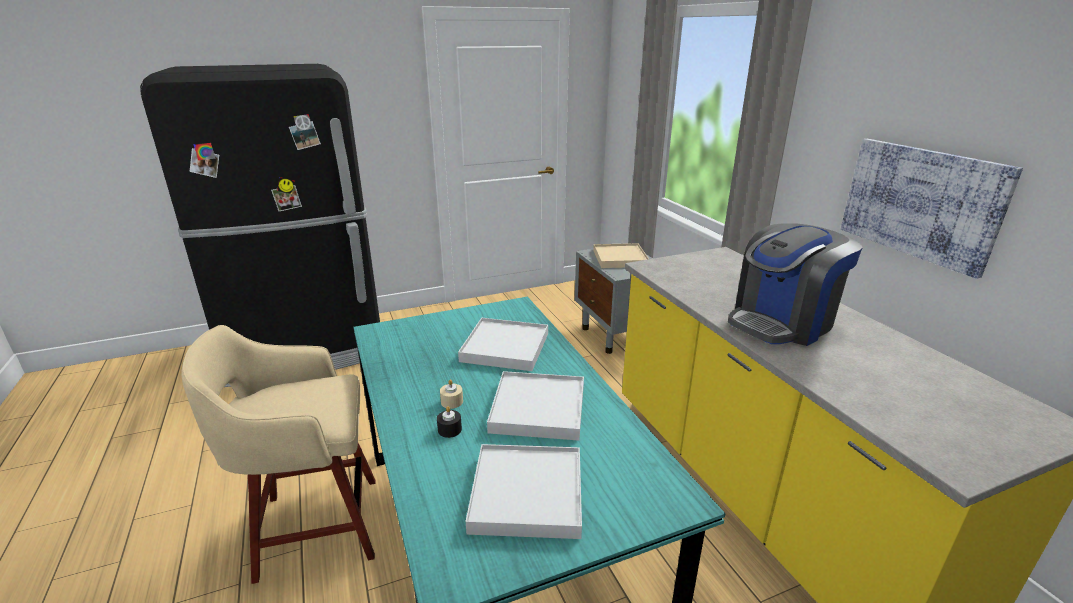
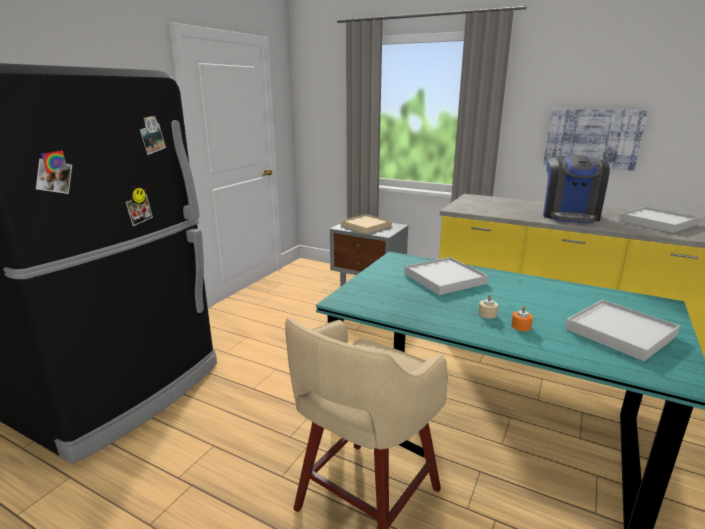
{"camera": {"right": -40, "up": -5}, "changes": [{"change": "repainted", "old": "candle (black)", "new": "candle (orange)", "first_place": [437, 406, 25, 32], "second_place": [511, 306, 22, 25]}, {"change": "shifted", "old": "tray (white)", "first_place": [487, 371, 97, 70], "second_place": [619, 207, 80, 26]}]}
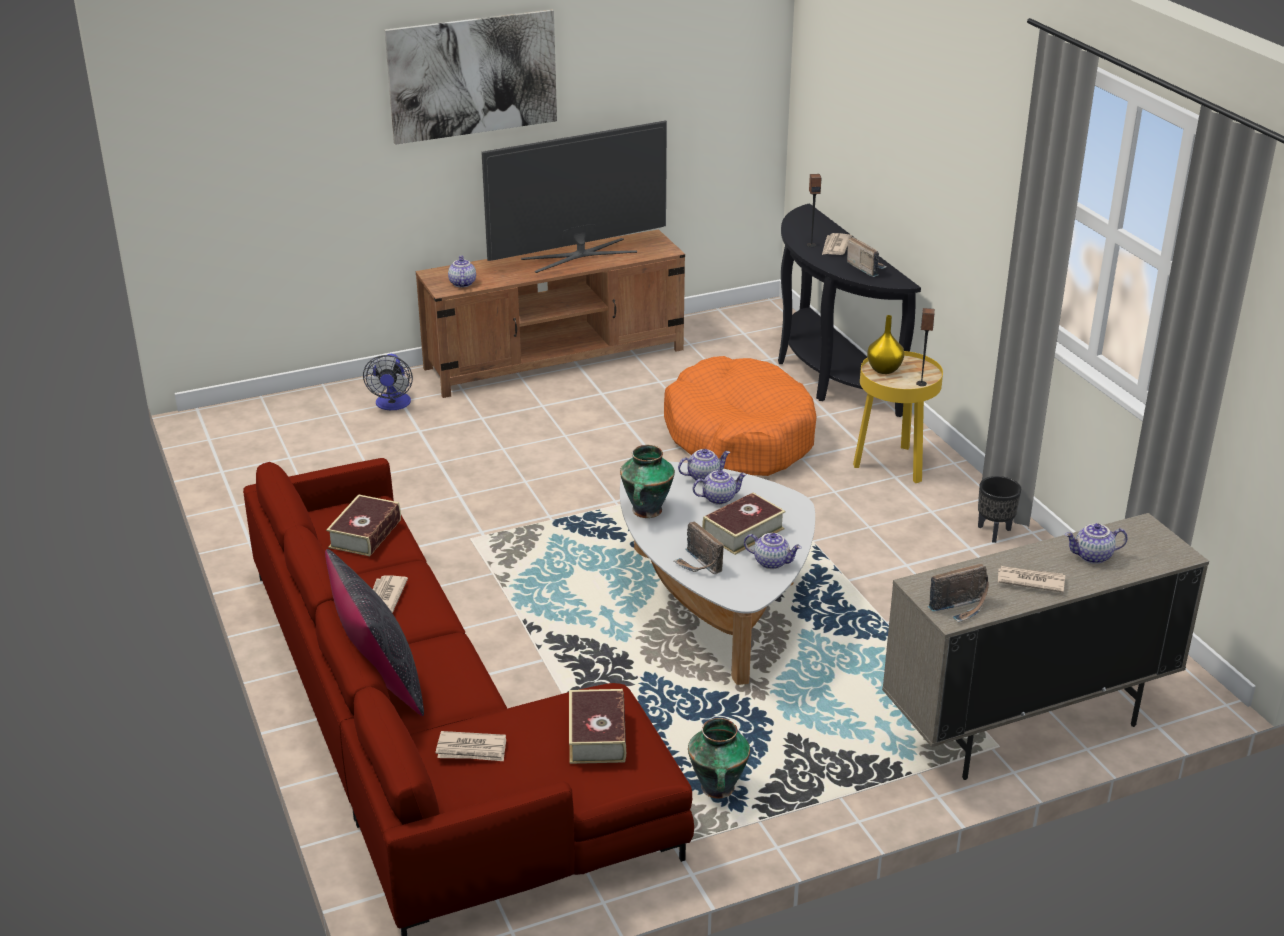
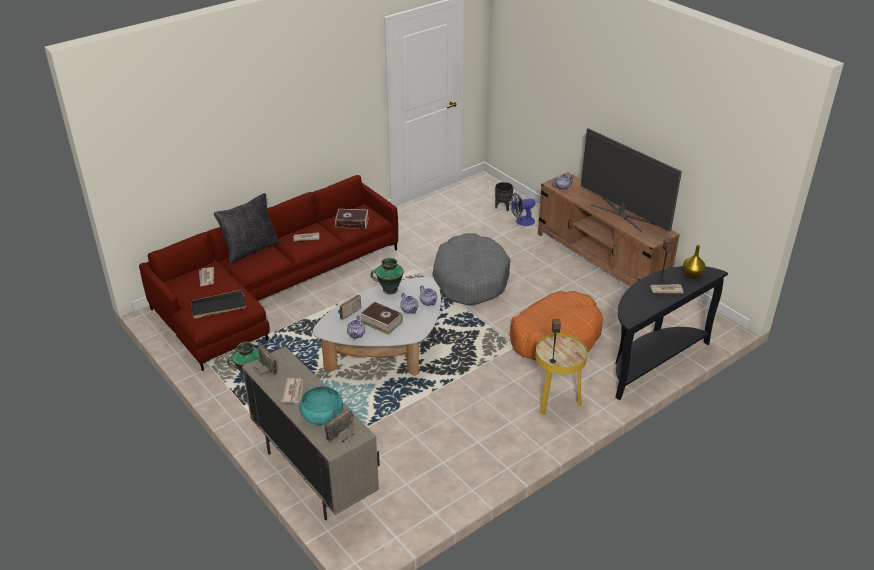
{"camera": {"right": 75, "up": 5}, "changes": [{"change": "swapped", "old": "book", "new": "tray (black)", "first_place": [569, 689, 57, 75], "second_place": [191, 290, 55, 29]}, {"change": "swapped", "old": "teapot", "new": "bowl (turquoise)", "first_place": [1065, 523, 63, 41], "second_place": [299, 386, 44, 39]}, {"change": "shifted", "old": "radio", "first_place": [847, 237, 40, 40], "second_place": [325, 408, 30, 37]}, {"change": "new", "new": "dog bed (grey)", "second_place": [432, 233, 78, 73]}, {"change": "shifted", "old": "planter (black)", "first_place": [978, 476, 43, 67], "second_place": [495, 182, 18, 29]}, {"change": "shifted", "old": "vase (yellow)", "first_place": [867, 315, 37, 59], "second_place": [683, 245, 22, 34]}, {"change": "gone", "old": "picture", "first_place": [385, 10, 172, 135]}]}
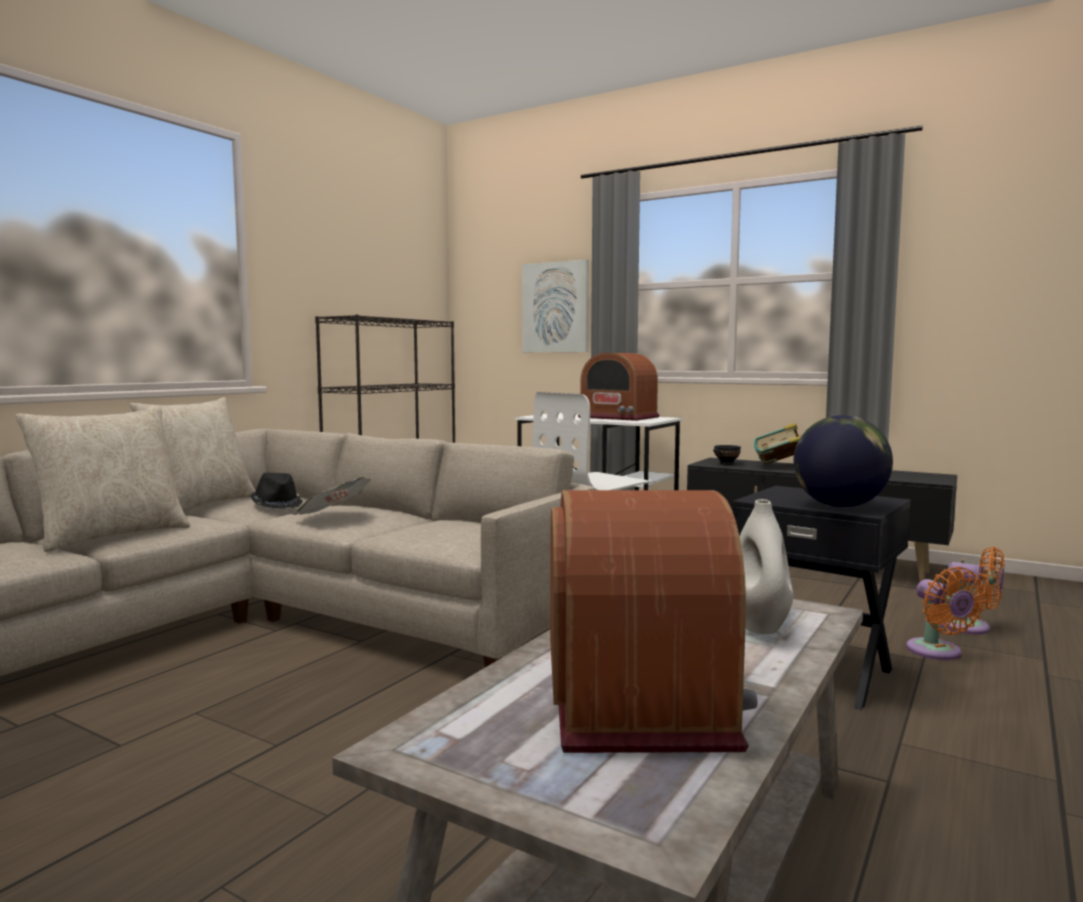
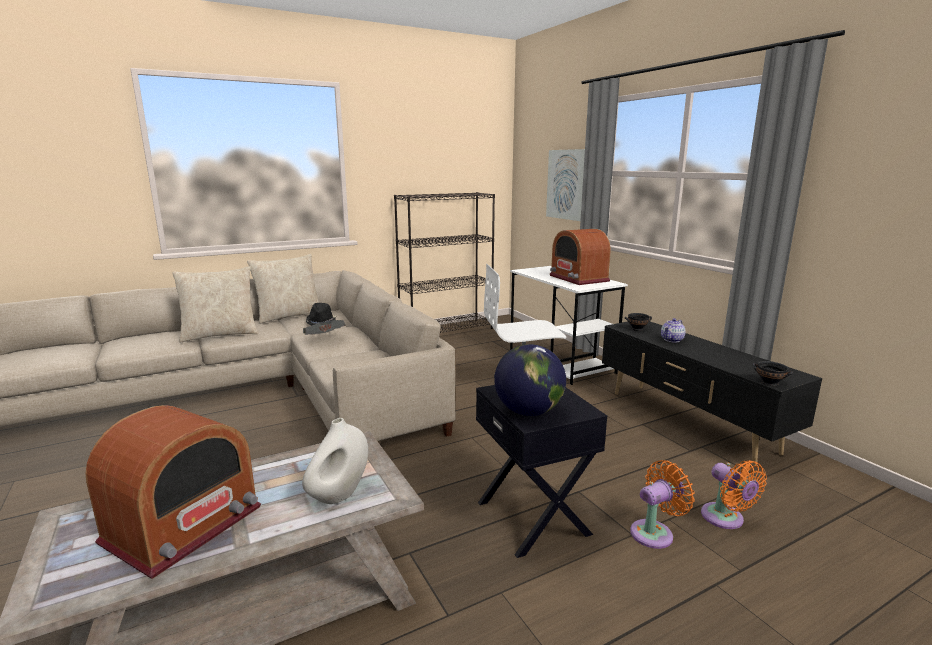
{"camera": {"right": 30, "up": 10}, "changes": [{"change": "rotated", "old": "fan (orange)", "first_place": [906, 567, 80, 93], "second_place": [630, 460, 65, 89], "degrees": -135}, {"change": "swapped", "old": "book", "new": "teapot", "first_place": [754, 423, 47, 41], "second_place": [661, 318, 25, 25]}, {"change": "new", "new": "bowl (black)", "second_place": [752, 361, 42, 25]}]}
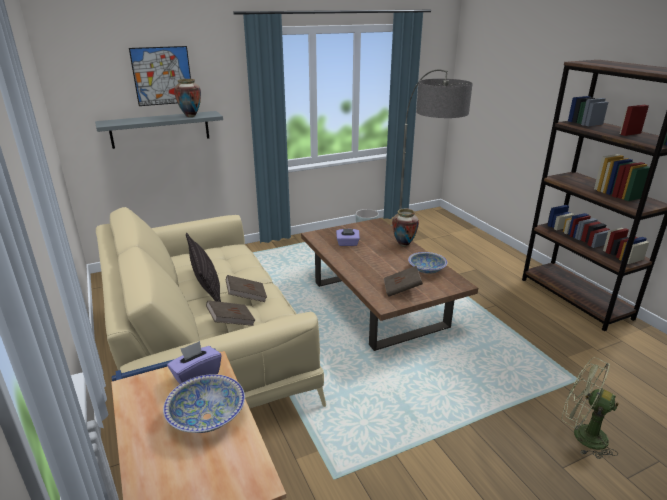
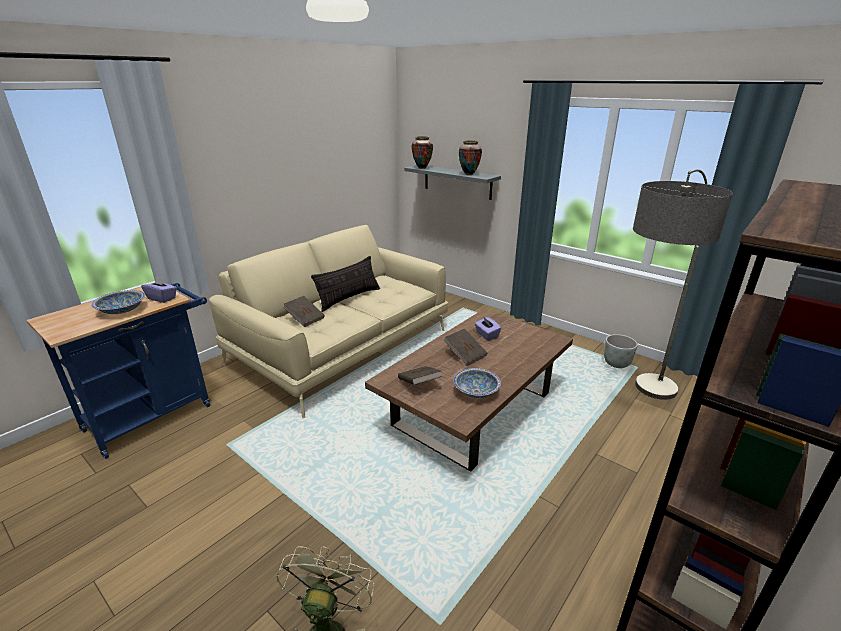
{"camera": {"right": 65, "up": 0}, "changes": [{"change": "shifted", "old": "vase", "first_place": [392, 209, 27, 38], "second_place": [412, 136, 21, 33]}, {"change": "shifted", "old": "book (brown)", "first_place": [226, 275, 41, 27], "second_place": [444, 328, 44, 38]}, {"change": "gone", "old": "picture", "first_place": [129, 46, 62, 60]}]}
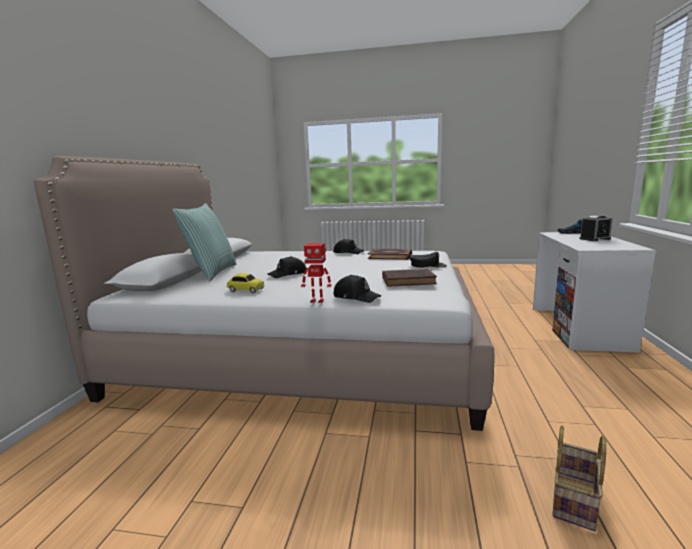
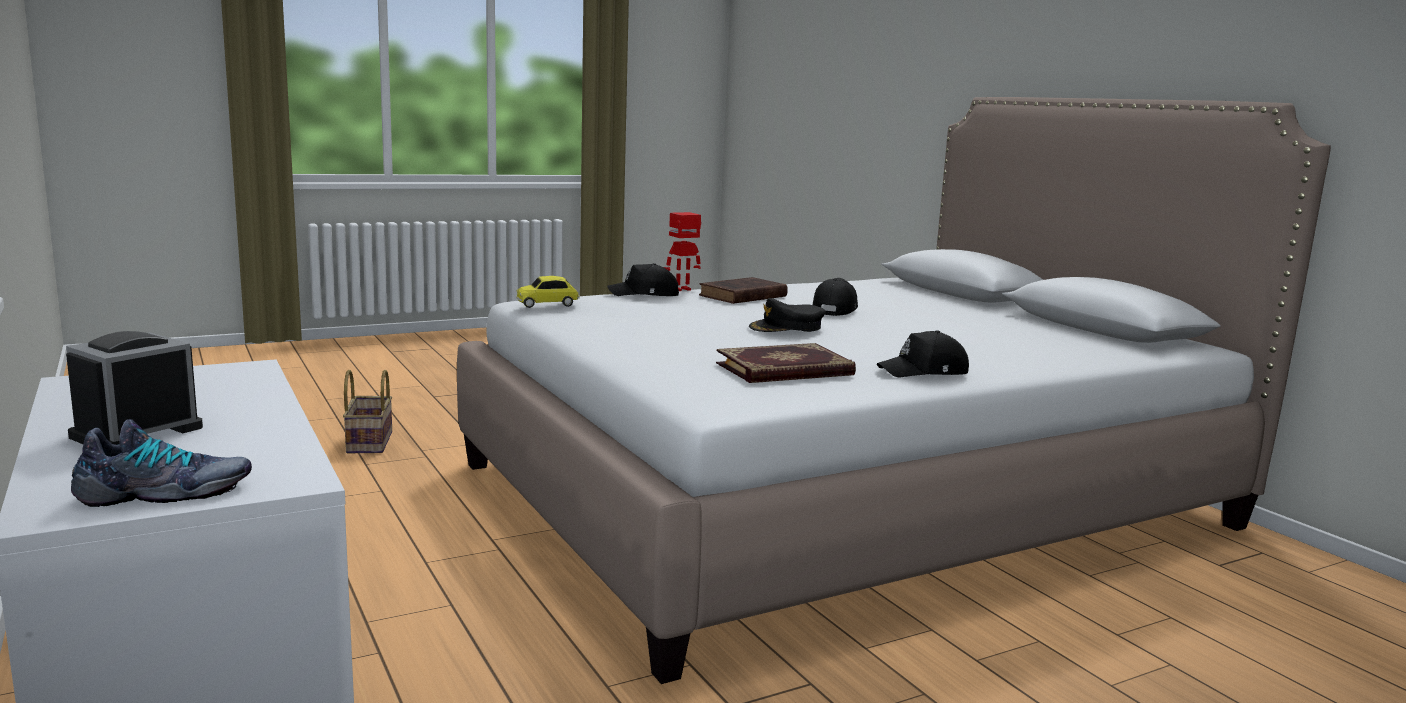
{"camera": {"right": 140, "up": 0}, "changes": [{"change": "shifted", "old": "toy car", "first_place": [227, 273, 37, 20], "second_place": [516, 276, 64, 32]}, {"change": "shifted", "old": "book (brown)", "first_place": [382, 269, 55, 18], "second_place": [699, 277, 89, 27]}, {"change": "shifted", "old": "cap (black)", "first_place": [409, 252, 38, 16], "second_place": [749, 298, 77, 34]}, {"change": "gone", "old": "pillow", "first_place": [172, 203, 65, 78]}]}
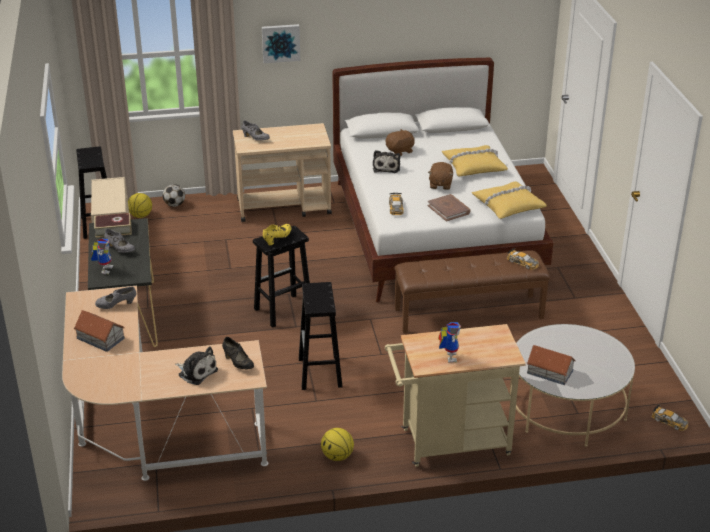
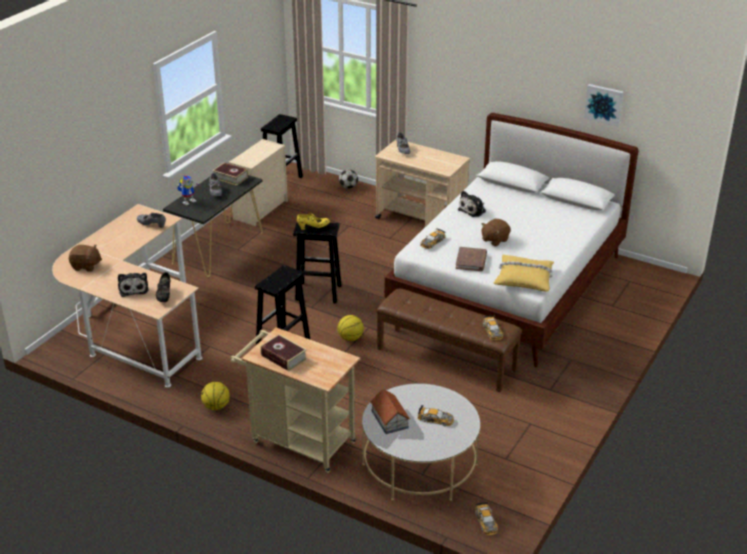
{"camera": {"right": 40, "up": 0}, "changes": [{"change": "shifted", "old": "plush toy (brown)", "first_place": [386, 129, 29, 27], "second_place": [69, 245, 33, 27]}, {"change": "swapped", "old": "toy robot", "new": "book", "first_place": [438, 322, 23, 41], "second_place": [260, 334, 47, 37]}, {"change": "shifted", "old": "basketball", "first_place": [128, 193, 24, 25], "second_place": [337, 315, 27, 26]}, {"change": "new", "new": "toy car", "second_place": [417, 405, 37, 21]}, {"change": "shifted", "old": "picture", "first_place": [262, 24, 38, 39], "second_place": [584, 84, 40, 43]}, {"change": "gone", "old": "toy house", "first_place": [74, 310, 51, 42]}, {"change": "gone", "old": "pillow (yellow)", "first_place": [442, 145, 66, 31]}]}
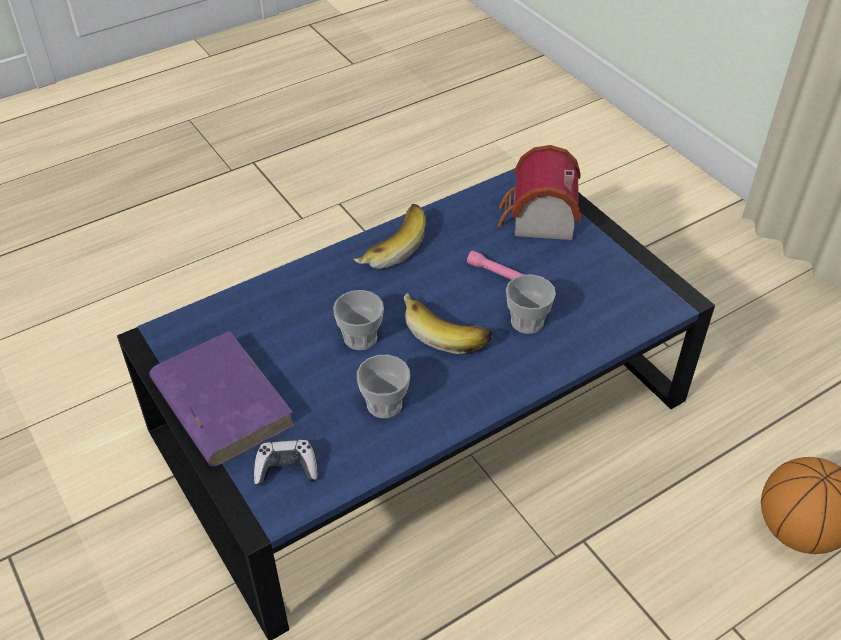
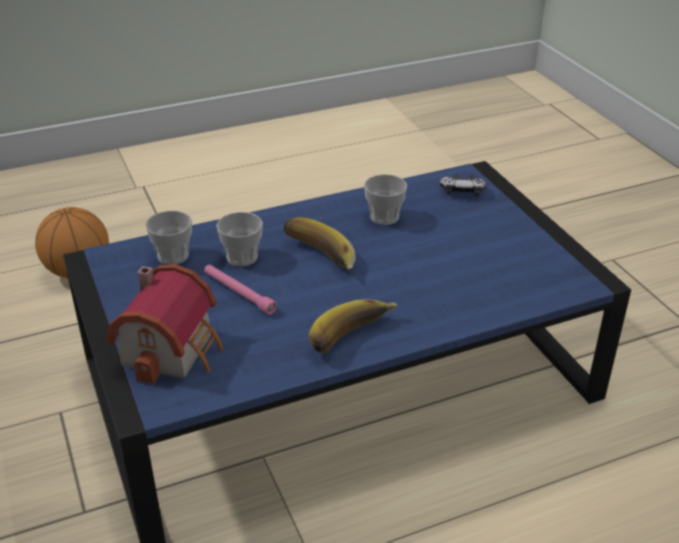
{"camera": {"right": -170, "up": -10}, "changes": [{"change": "shifted", "old": "cup", "first_place": [333, 290, 51, 60], "second_place": [145, 211, 47, 54]}, {"change": "gone", "old": "book (purple)", "first_place": [149, 331, 146, 135]}]}
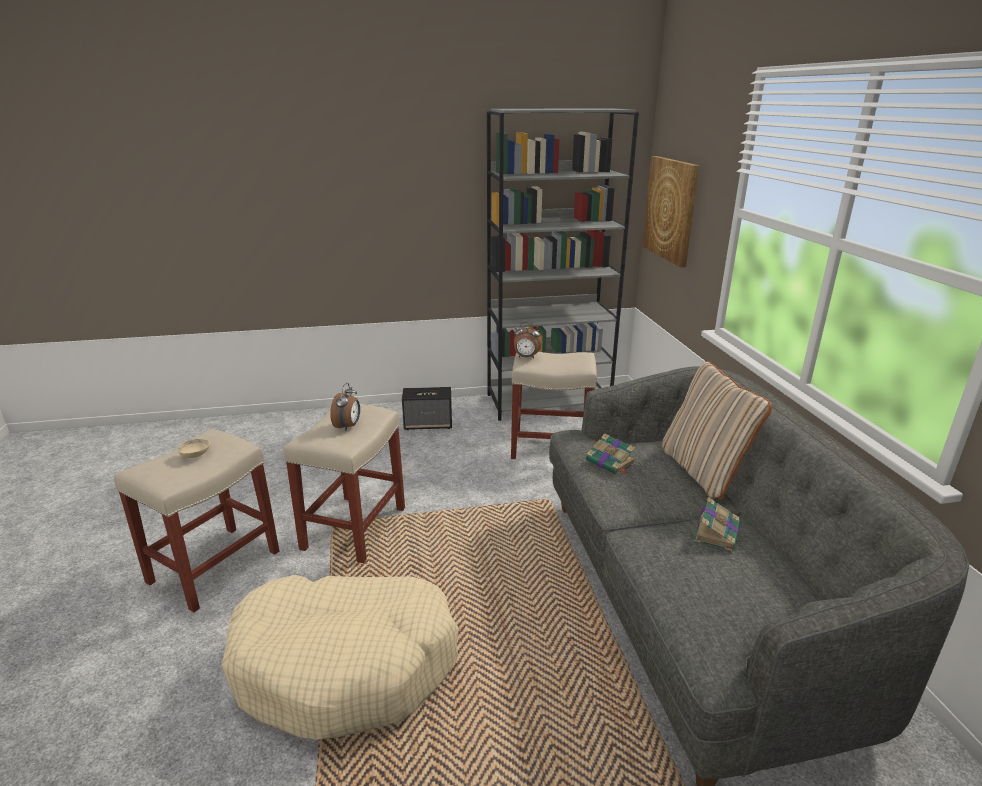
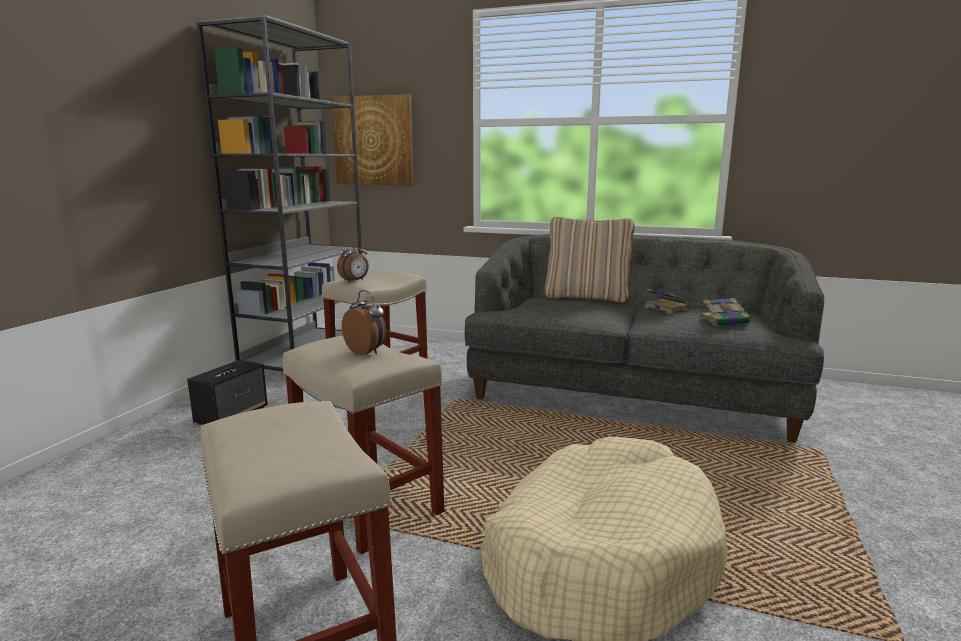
{"camera": {"right": -60, "up": -10}, "changes": [{"change": "shifted", "old": "book", "first_place": [586, 434, 49, 41], "second_place": [699, 298, 51, 28]}, {"change": "gone", "old": "bowl (beige)", "first_place": [177, 439, 33, 19]}]}
